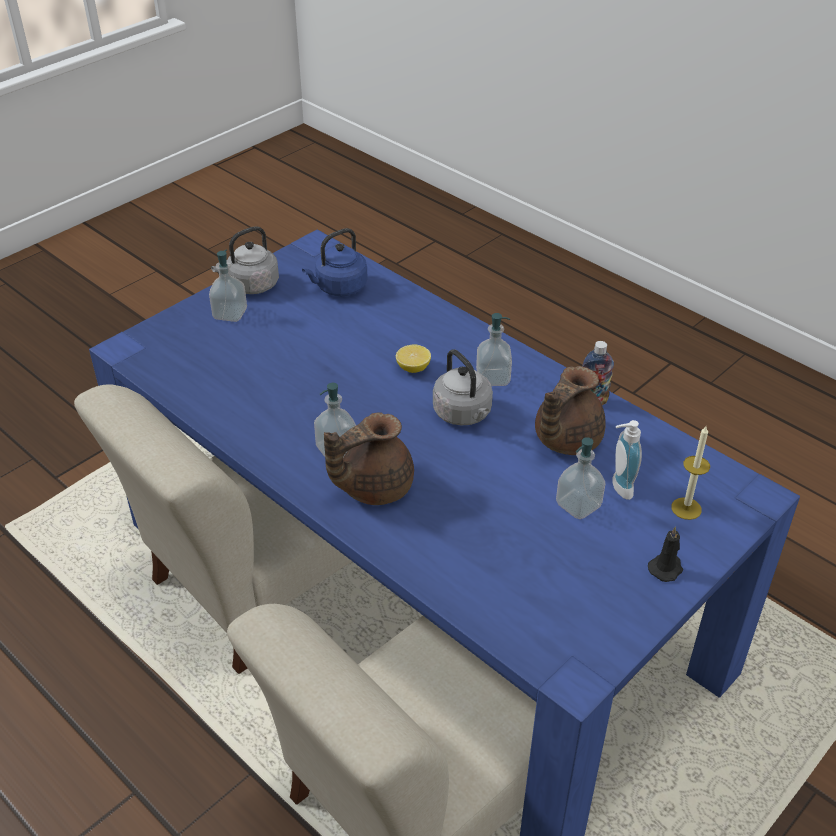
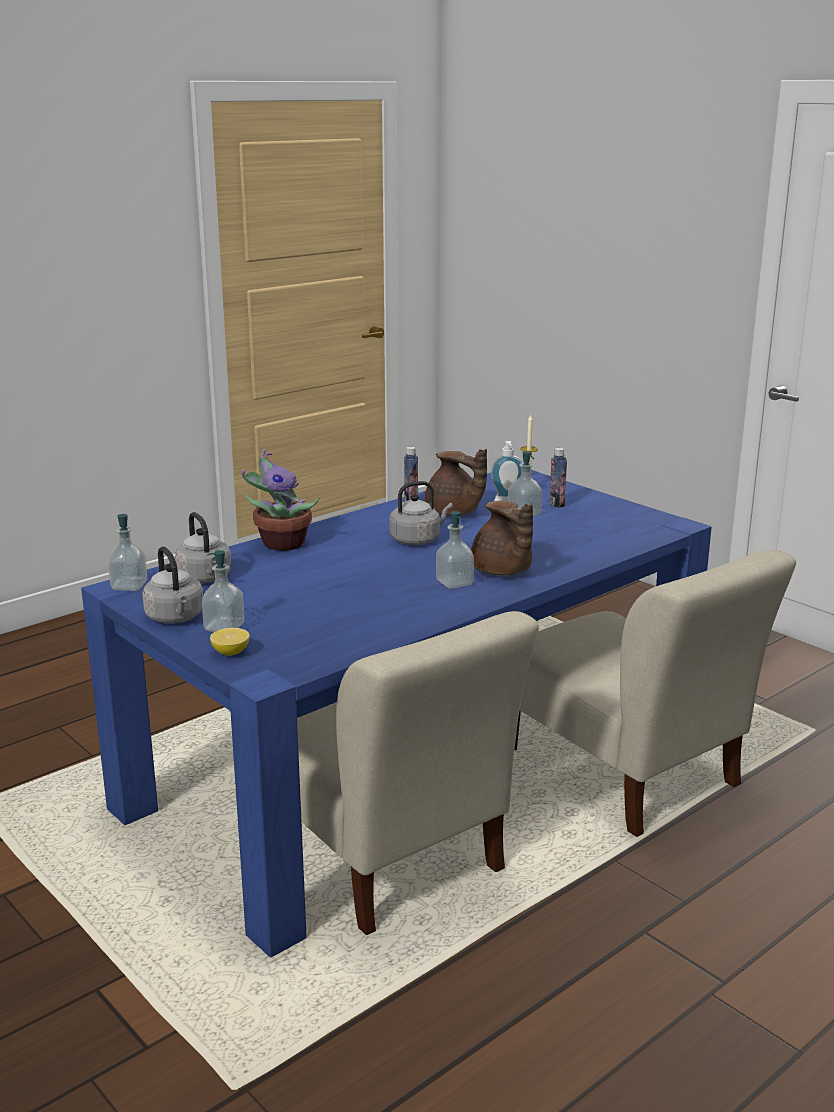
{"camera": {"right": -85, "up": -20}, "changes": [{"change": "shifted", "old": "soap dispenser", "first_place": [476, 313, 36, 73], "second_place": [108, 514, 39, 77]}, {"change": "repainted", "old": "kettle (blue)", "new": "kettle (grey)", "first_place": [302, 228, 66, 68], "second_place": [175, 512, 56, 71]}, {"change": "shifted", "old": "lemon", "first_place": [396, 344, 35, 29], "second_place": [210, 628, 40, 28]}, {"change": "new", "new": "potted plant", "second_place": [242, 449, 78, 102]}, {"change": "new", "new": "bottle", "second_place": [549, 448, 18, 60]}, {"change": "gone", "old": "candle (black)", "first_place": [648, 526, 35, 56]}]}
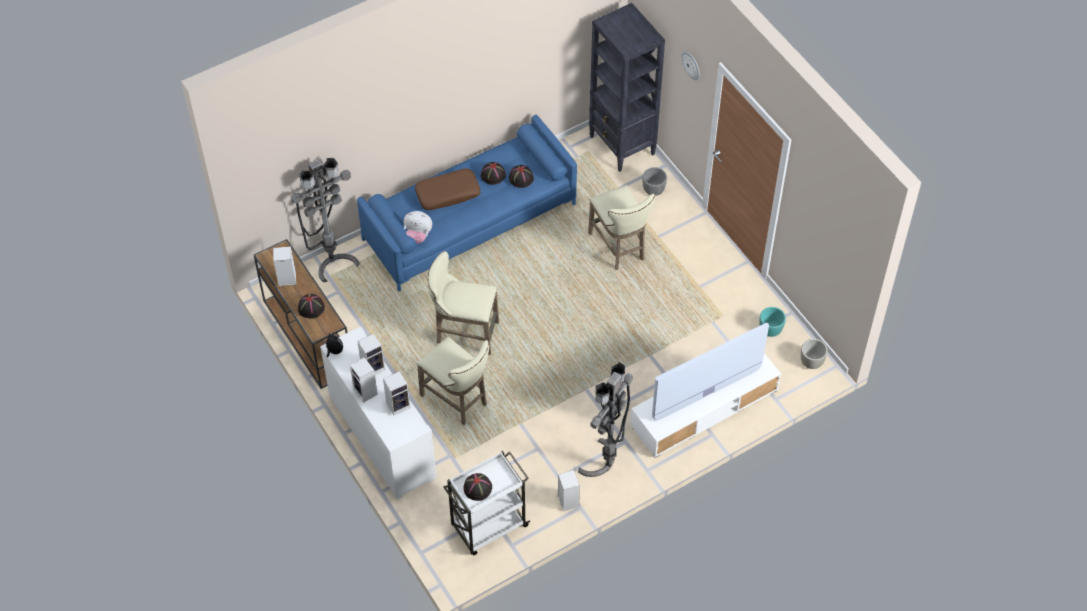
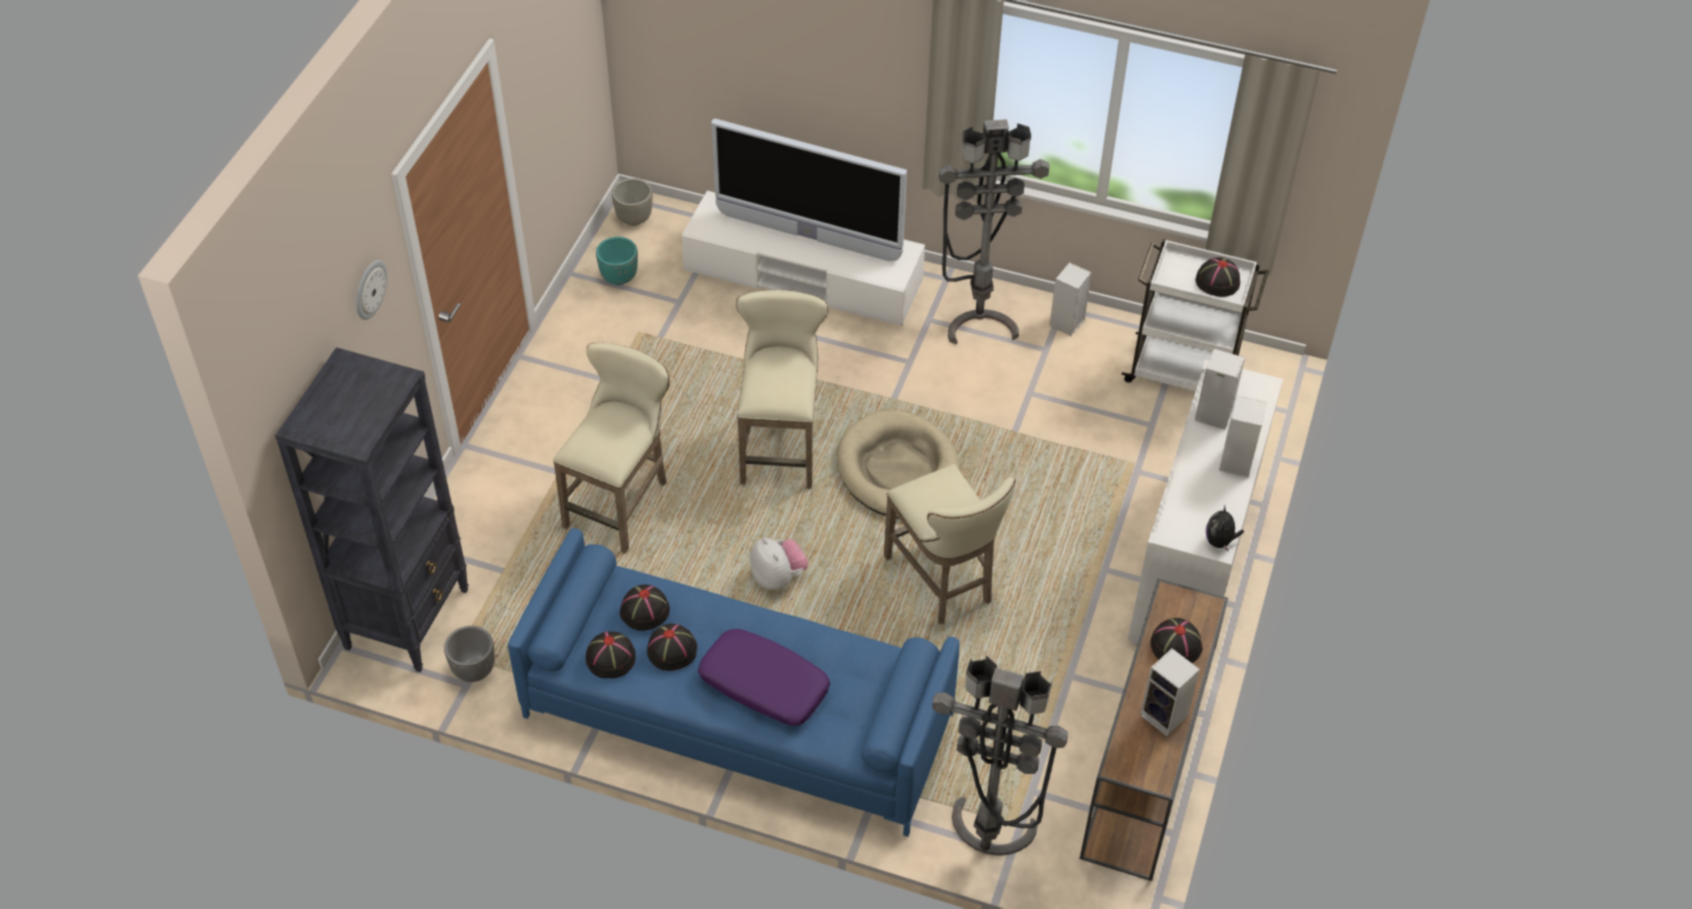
{"camera": {"right": -130, "up": -5}, "changes": [{"change": "shifted", "old": "planter (grey)", "first_place": [642, 167, 25, 29], "second_place": [444, 626, 50, 56]}, {"change": "new", "new": "hat (black)", "second_place": [586, 631, 50, 47]}, {"change": "repainted", "old": "pillow (brown)", "new": "pillow (purple)", "first_place": [415, 168, 65, 42], "second_place": [698, 629, 132, 97]}, {"change": "shifted", "old": "stool (beige)", "first_place": [417, 337, 72, 88], "second_place": [736, 290, 92, 199]}, {"change": "shifted", "old": "plush toy", "first_place": [404, 211, 28, 33], "second_place": [750, 538, 58, 52]}, {"change": "new", "new": "dog bed (beige)", "second_place": [837, 410, 124, 109]}, {"change": "gone", "old": "speaker", "first_place": [357, 333, 28, 42]}]}
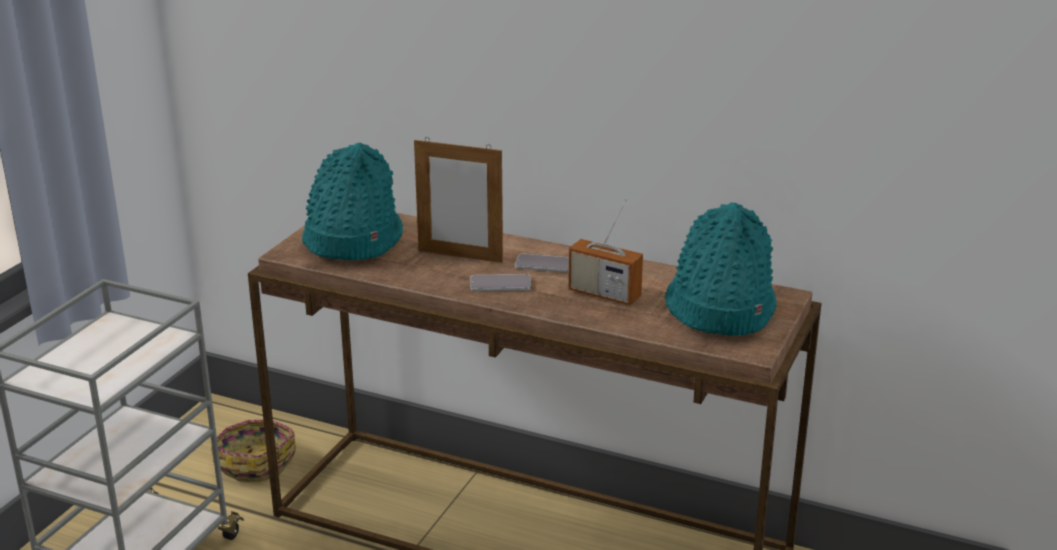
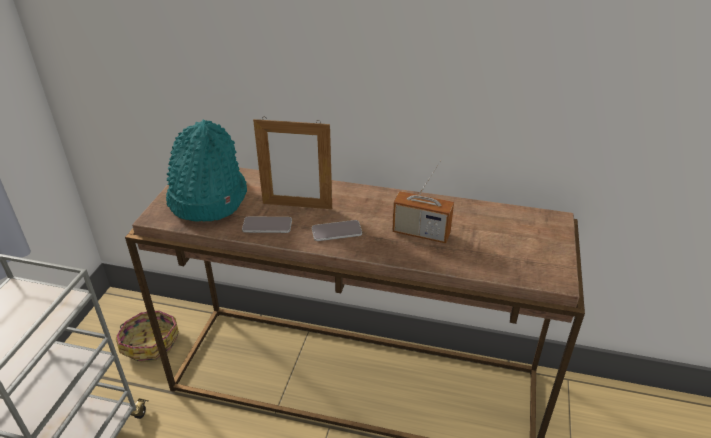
{"camera": {"right": -10, "up": 10}, "changes": [{"change": "shifted", "old": "phone", "first_place": [515, 253, 54, 20], "second_place": [242, 217, 50, 16]}, {"change": "gone", "old": "hat (turquoise)", "first_place": [665, 202, 111, 134]}]}
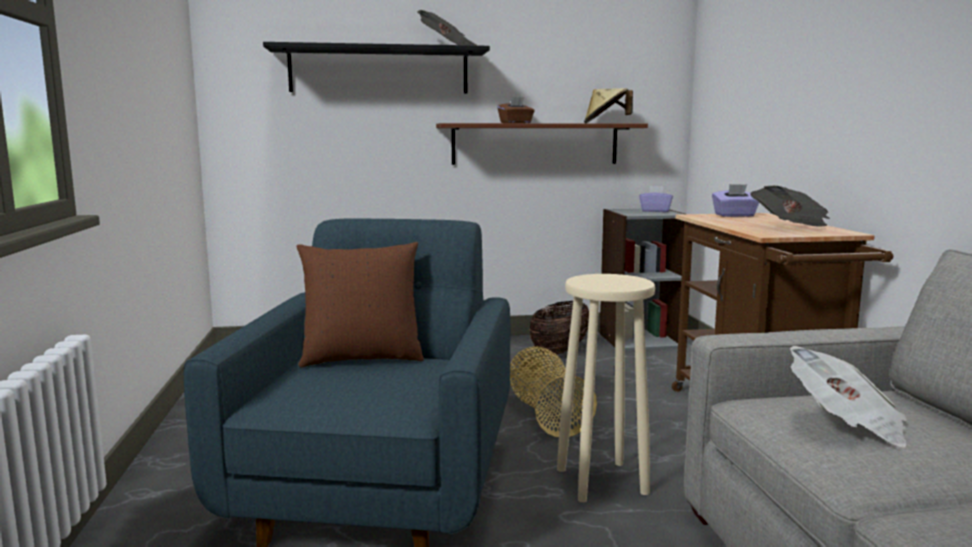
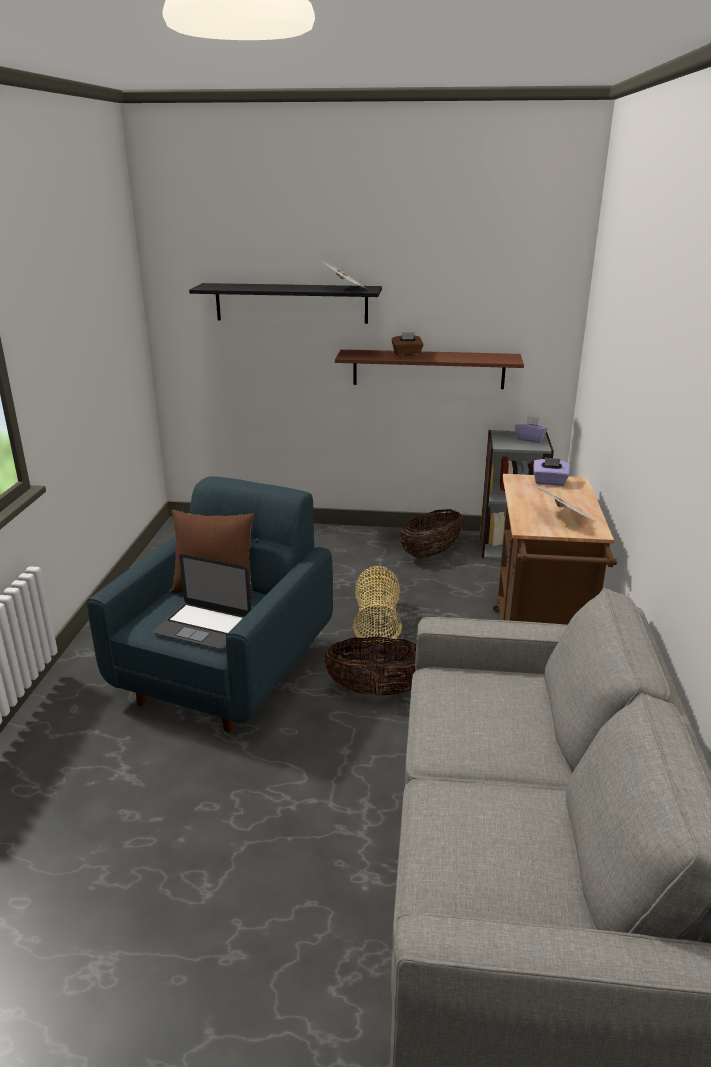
{"camera": {"right": 15, "up": 15}, "changes": [{"change": "new", "new": "laptop", "second_place": [153, 554, 98, 95]}, {"change": "swapped", "old": "stool (beige)", "new": "basket", "first_place": [557, 274, 98, 228], "second_place": [324, 636, 92, 59]}, {"change": "gone", "old": "hat (beige)", "first_place": [584, 88, 49, 35]}, {"change": "gone", "old": "newspaper", "first_place": [790, 346, 117, 102]}]}
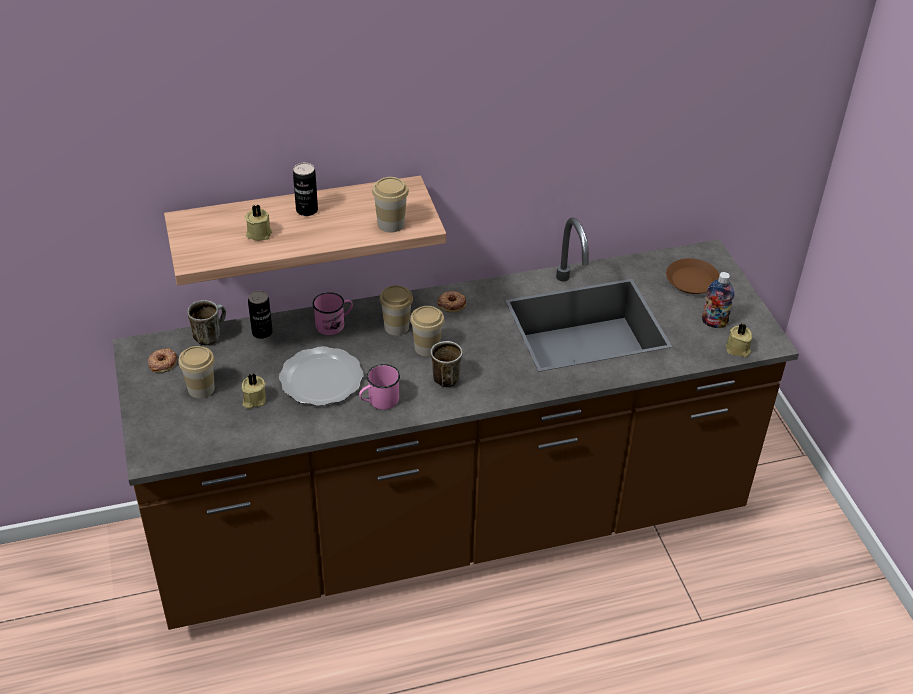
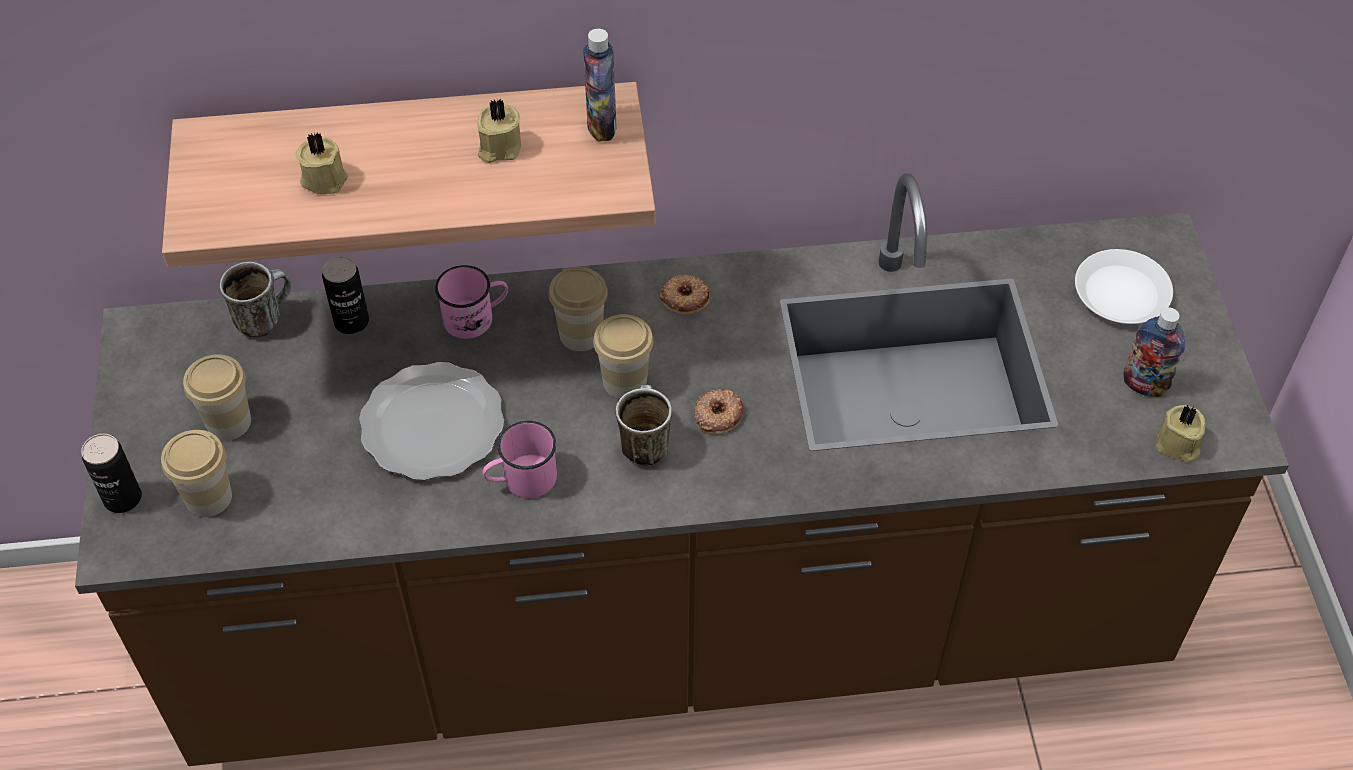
{"camera": {"right": 10, "up": 10}, "changes": [{"change": "shifted", "old": "can", "first_place": [293, 163, 25, 53], "second_place": [81, 434, 61, 79]}, {"change": "shifted", "old": "cup", "first_place": [372, 177, 37, 55], "second_place": [161, 430, 71, 87]}, {"change": "shifted", "old": "candle (beige)", "first_place": [242, 374, 24, 35], "second_place": [477, 99, 44, 64]}, {"change": "new", "new": "bottle", "second_place": [583, 29, 34, 113]}, {"change": "shifted", "old": "donut", "first_place": [148, 349, 29, 24], "second_place": [694, 389, 49, 46]}, {"change": "repainted", "old": "plate (brown)", "new": "plate (white)", "first_place": [666, 258, 54, 36], "second_place": [1075, 249, 98, 75]}]}
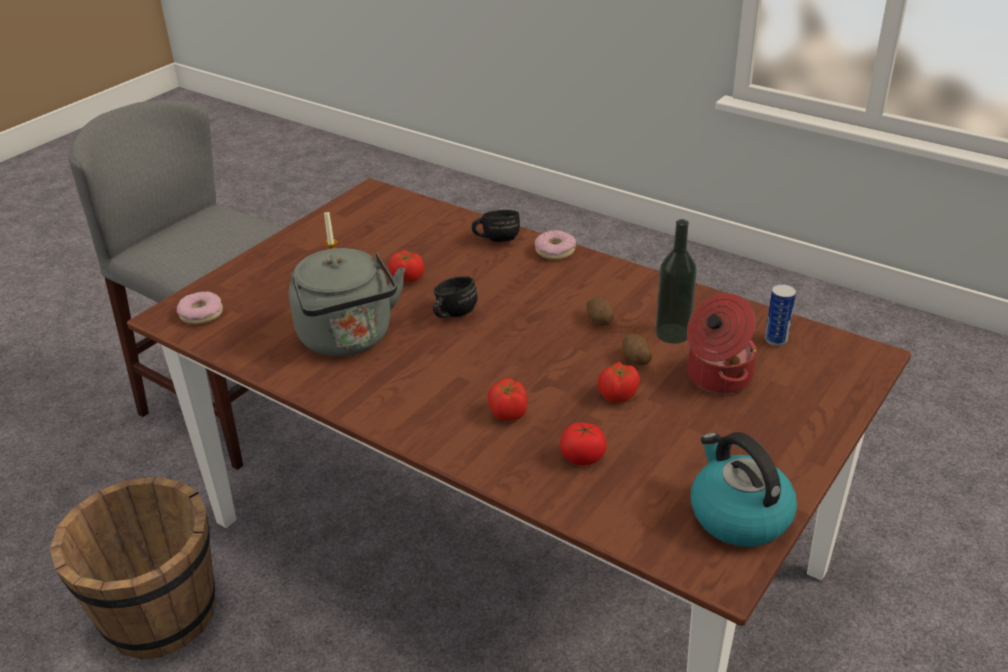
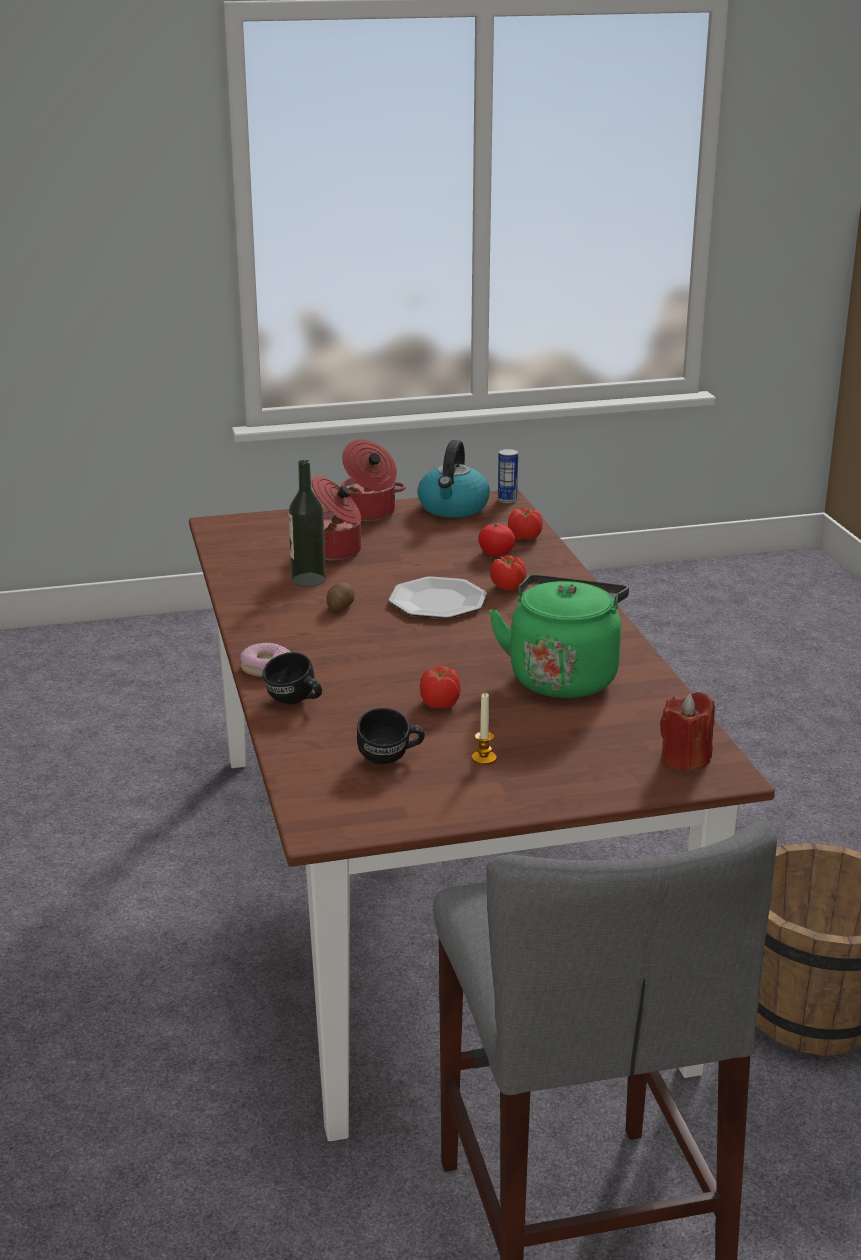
{"camera": {"right": -140, "up": -10}, "changes": [{"change": "new", "new": "cooking pot", "second_place": [341, 439, 64, 82]}, {"change": "shifted", "old": "mug (black)", "first_place": [433, 276, 45, 42], "second_place": [357, 708, 68, 57]}, {"change": "new", "new": "plate", "second_place": [389, 576, 98, 42]}, {"change": "repainted", "old": "kettle (grey)", "new": "kettle (green)", "first_place": [289, 248, 116, 108], "second_place": [489, 575, 140, 123]}, {"change": "shifted", "old": "can", "first_place": [765, 284, 31, 62], "second_place": [498, 449, 20, 54]}, {"change": "shifted", "old": "tomato", "first_place": [597, 362, 43, 41], "second_place": [508, 508, 35, 32]}, {"change": "swapped", "old": "donut", "new": "candle (red)", "first_place": [177, 291, 46, 33], "second_place": [660, 692, 55, 80]}, {"change": "gone", "old": "potato", "first_place": [622, 334, 30, 32]}]}
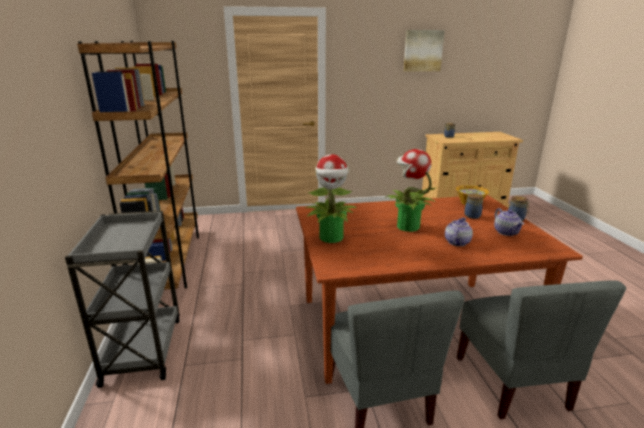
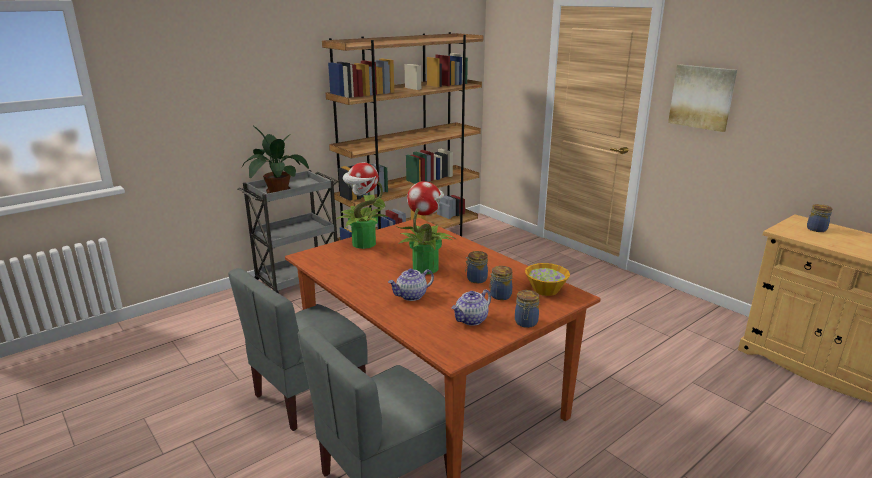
{"camera": {"right": 60, "up": 0}, "changes": [{"change": "new", "new": "potted plant", "second_place": [241, 126, 68, 67]}, {"change": "rotated", "old": "teapot", "first_place": [445, 218, 28, 28], "second_place": [388, 268, 46, 33], "degrees": 150}, {"change": "new", "new": "jar", "second_place": [465, 251, 23, 32]}, {"change": "shifted", "old": "picture", "first_place": [403, 30, 42, 42], "second_place": [668, 65, 69, 67]}]}
